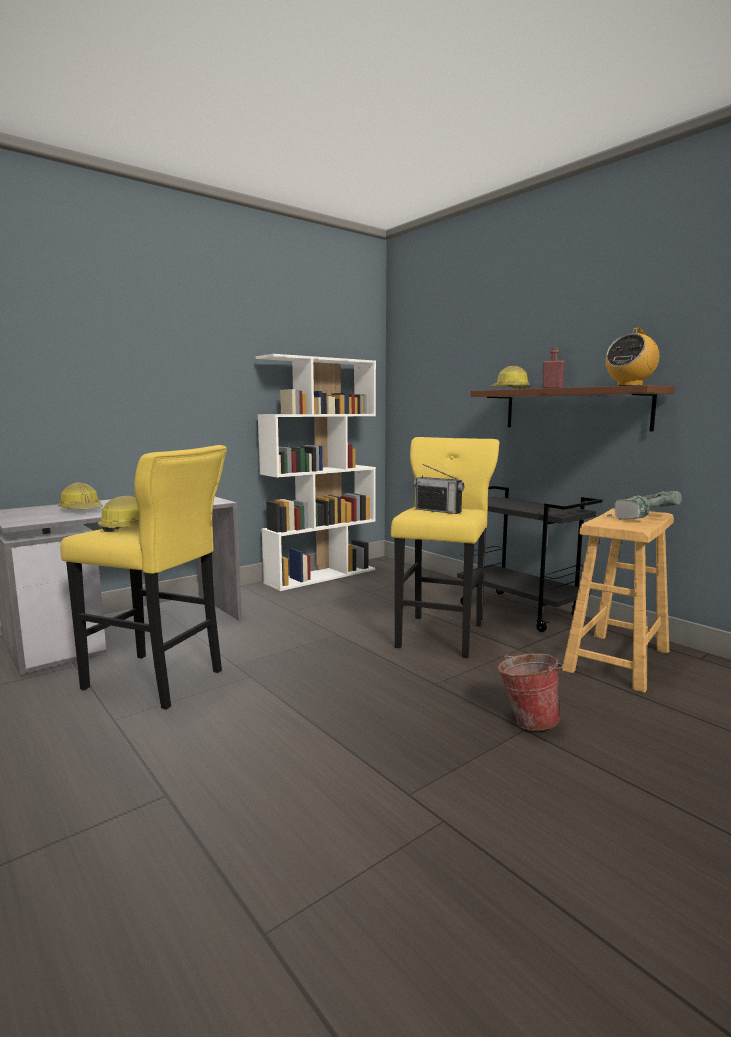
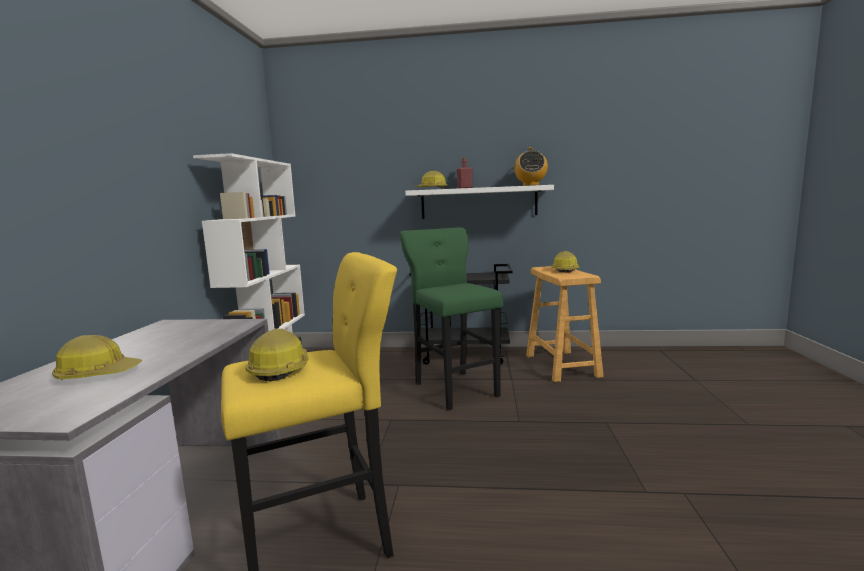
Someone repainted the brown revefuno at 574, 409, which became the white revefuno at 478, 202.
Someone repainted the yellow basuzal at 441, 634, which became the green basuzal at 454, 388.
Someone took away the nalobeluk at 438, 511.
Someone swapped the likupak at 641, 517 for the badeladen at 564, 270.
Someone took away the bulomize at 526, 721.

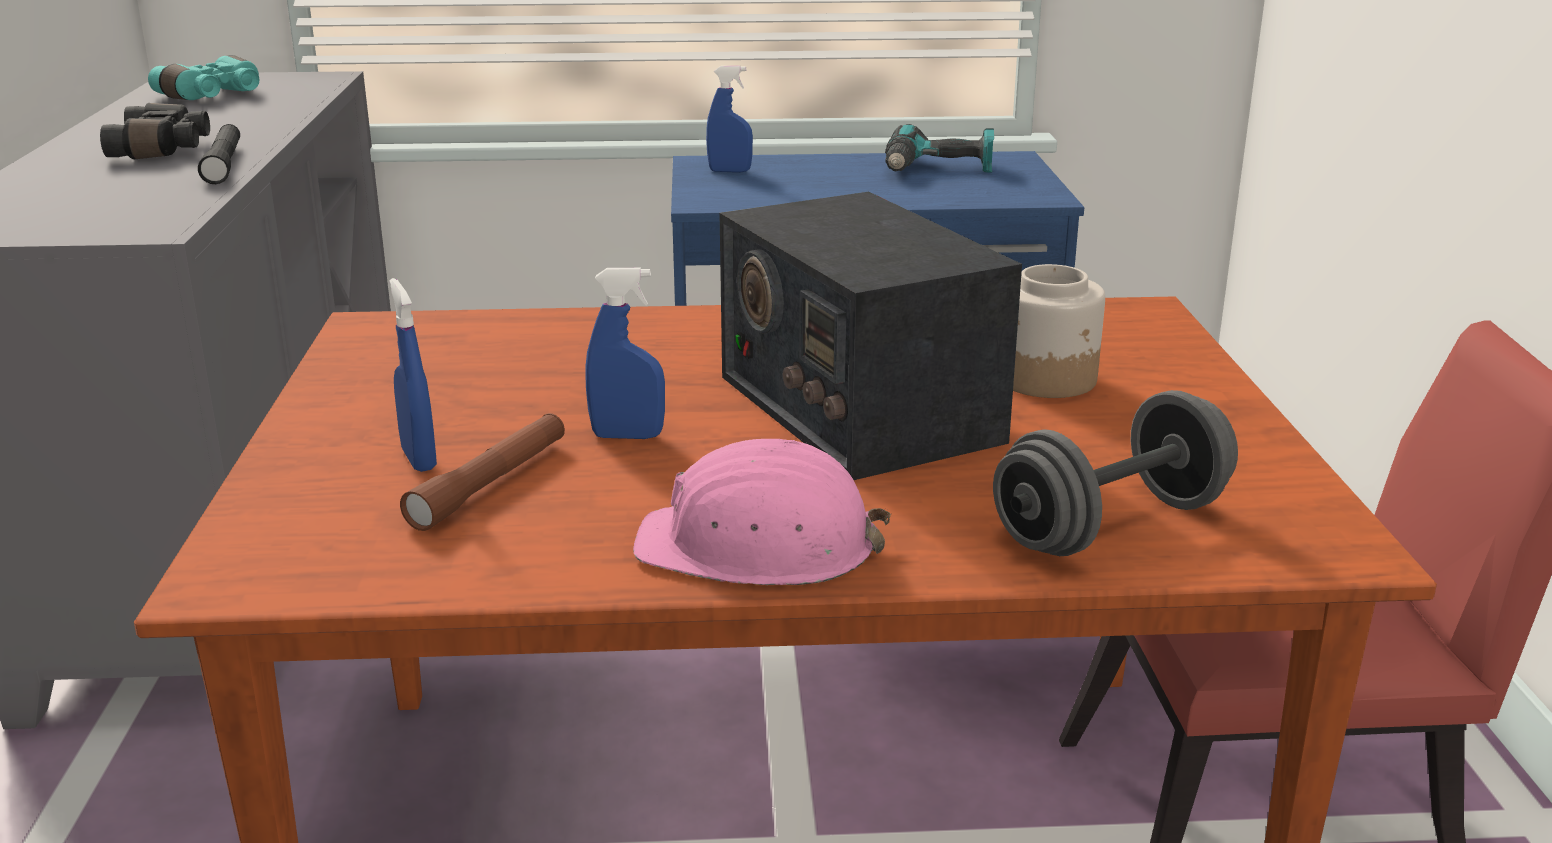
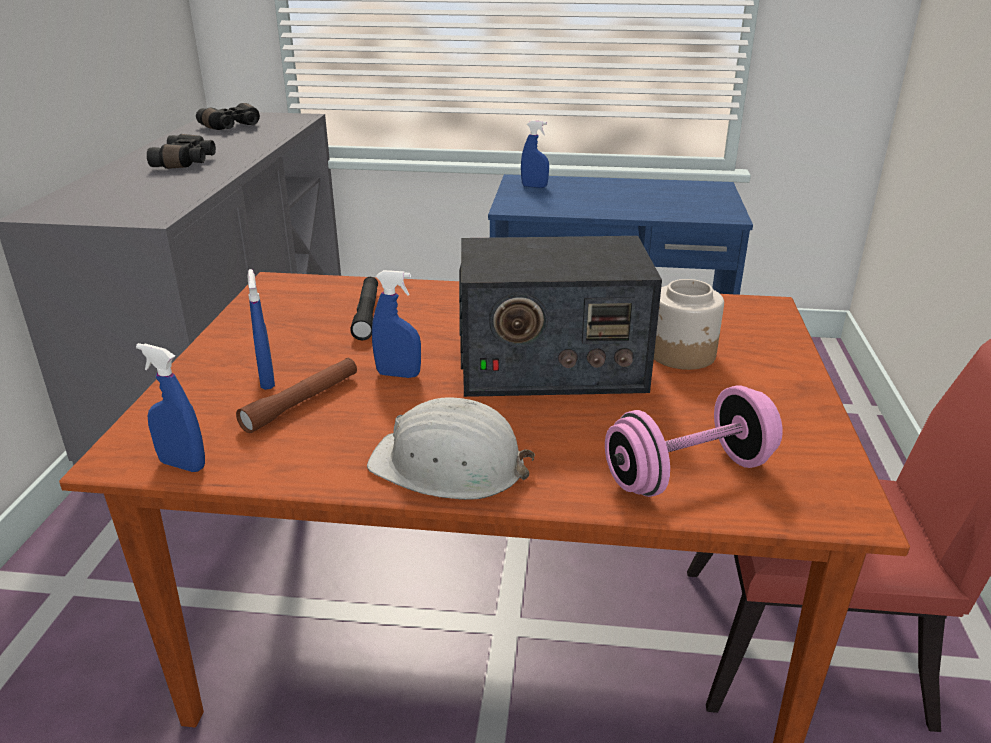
Someone repainted the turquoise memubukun at 214, 95, which became the black memubukun at 233, 127.
Someone carried the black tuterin from 224, 165 to 367, 315.
Someone took away the likupak at 938, 170.
Someone rotated the nalobeluk at 857, 408 by 75 degrees counterclockwise.
Someone repainted the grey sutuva at 1111, 525, which became the pink sutuva at 688, 473.
Someone repainted the pink badeladen at 758, 546, which became the white badeladen at 449, 466.
Someone put down the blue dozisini at 182, 465.

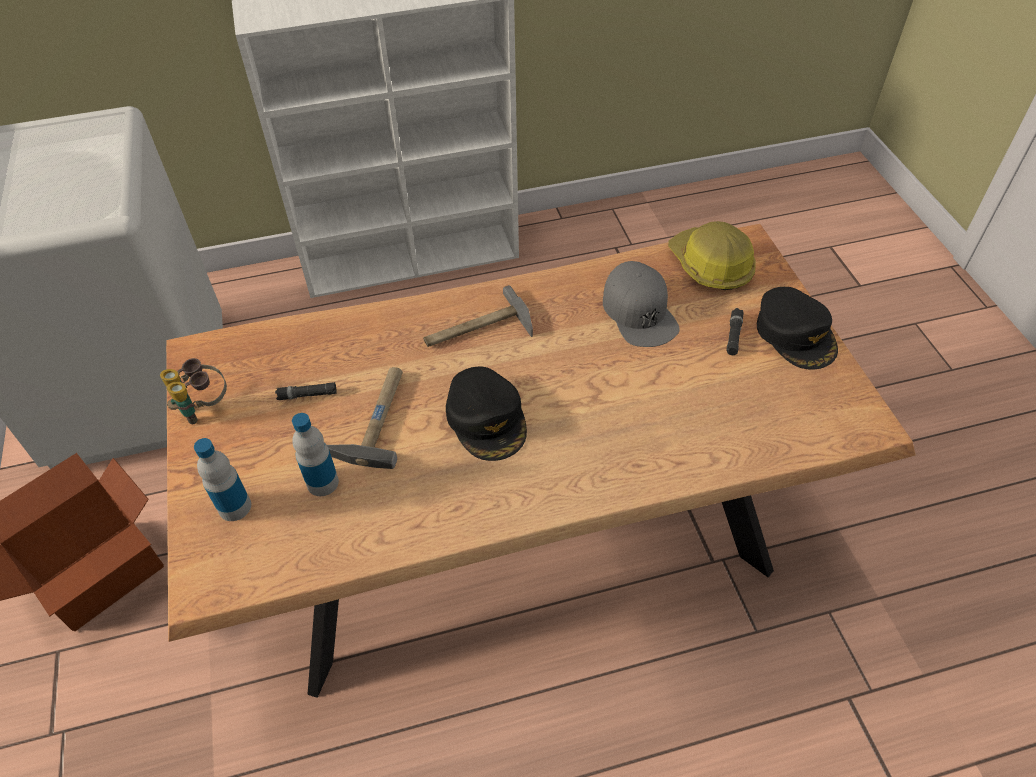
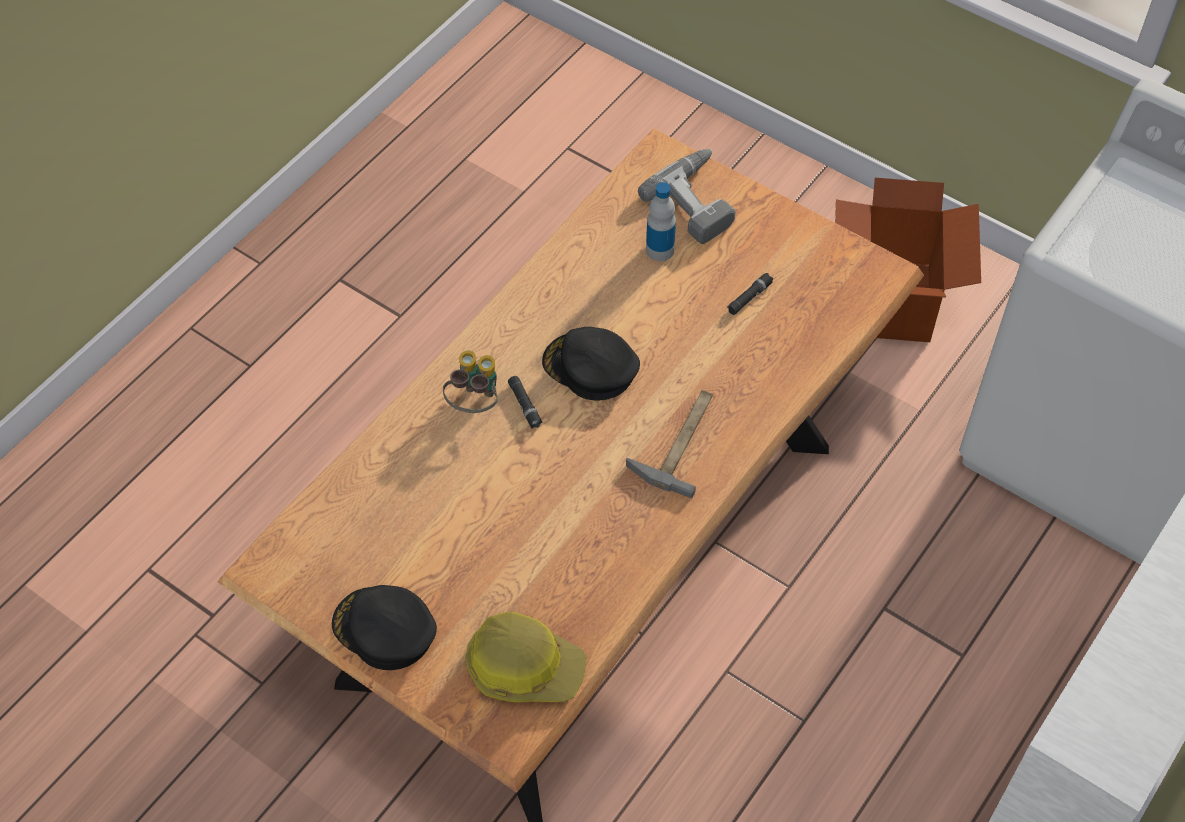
Someone took away the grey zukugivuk at 639, 312.
Someone carried the black tuterin from 733, 335 to 525, 405.
Someone carried the memubukun from 204, 408 to 475, 403.
Someone took away the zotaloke at 377, 418.
Someone swapped the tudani at 235, 507 for the likupak at 699, 201.

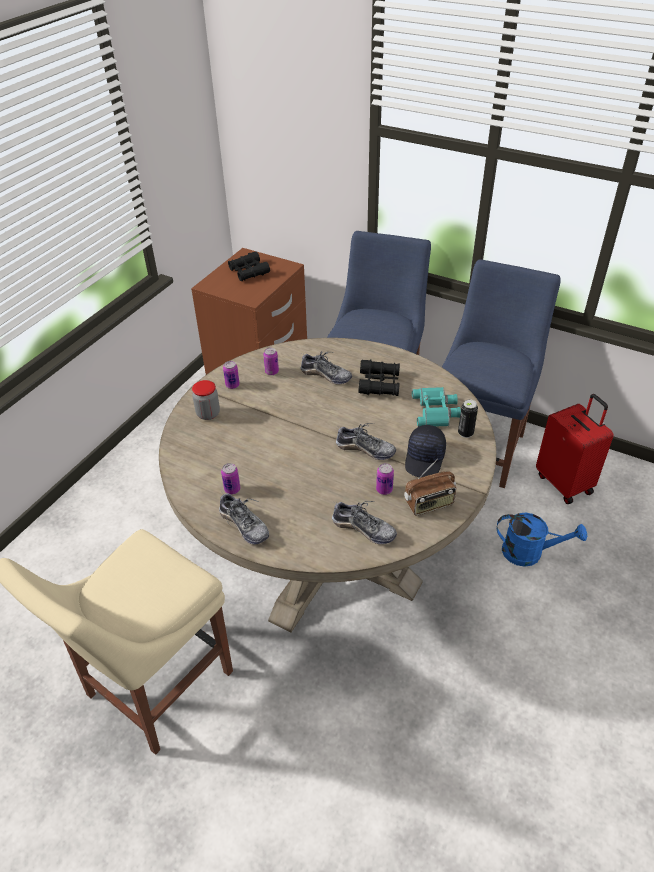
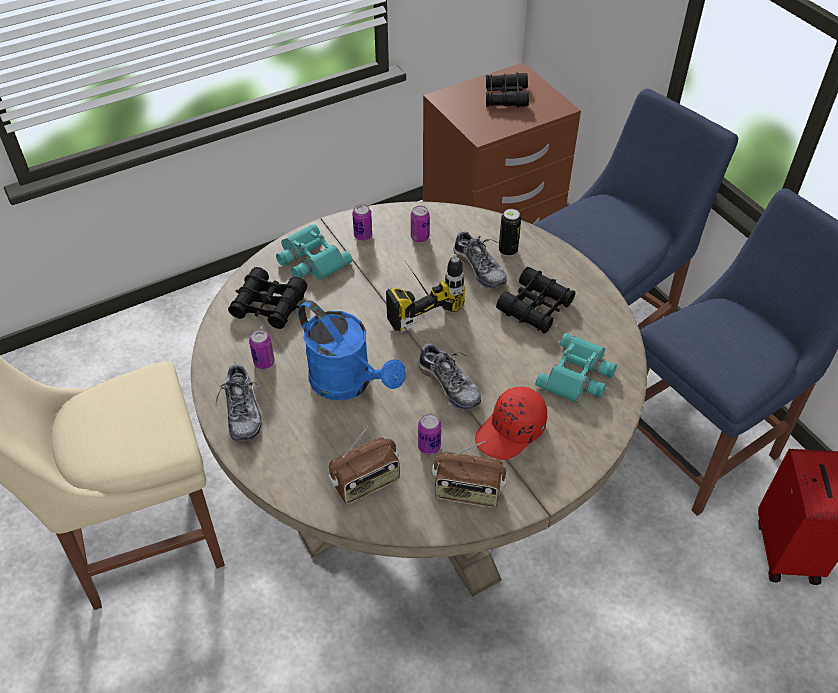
Someone swapped the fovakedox at 208, 414 for the turquoise memubukun at 310, 259.
Someone carried the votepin from 465, 433 to 508, 251.
Someone repainted the black zukugivuk at 425, 459, which became the red zukugivuk at 511, 432.
Someone swapped the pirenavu at 364, 529 for the nalobeluk at 366, 483.
Someone carried the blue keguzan from 529, 552 to 348, 383.
Someone put down the likupak at 415, 298.
Someone put down the black memubukun at 269, 305.

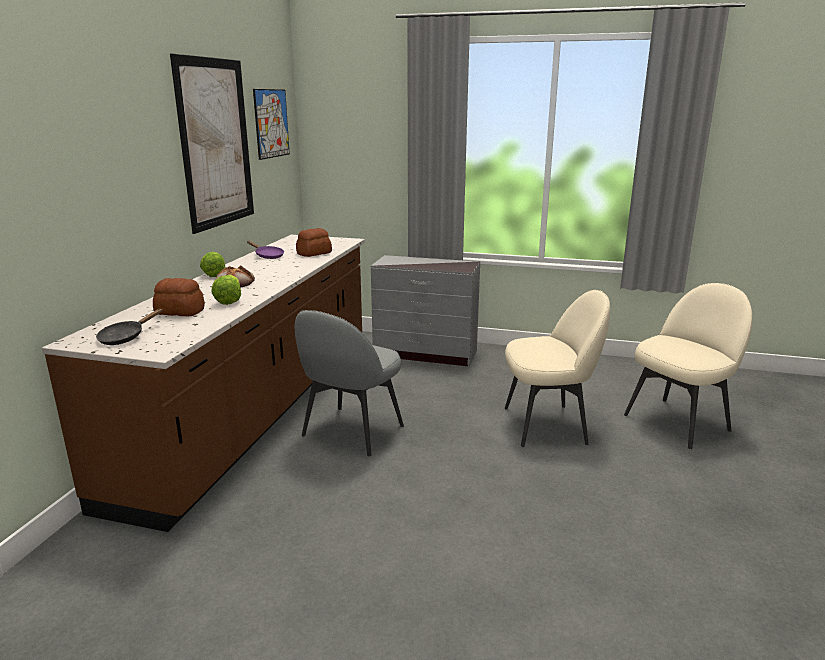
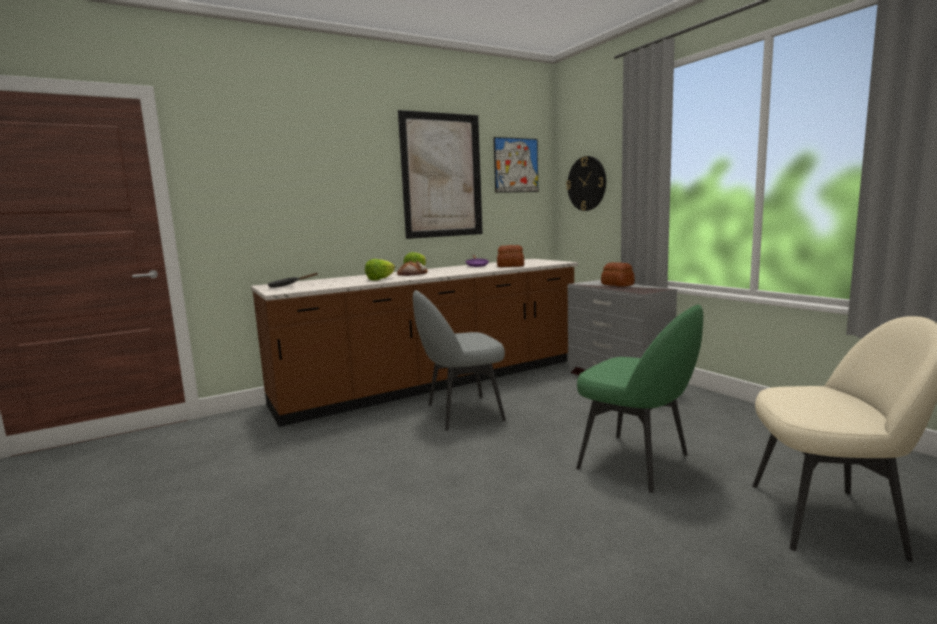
Someone carried the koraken from 180, 312 to 617, 285.
Someone repainted the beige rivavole at 547, 425, which became the green rivavole at 636, 462.
Someone put up the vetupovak at 586, 183.

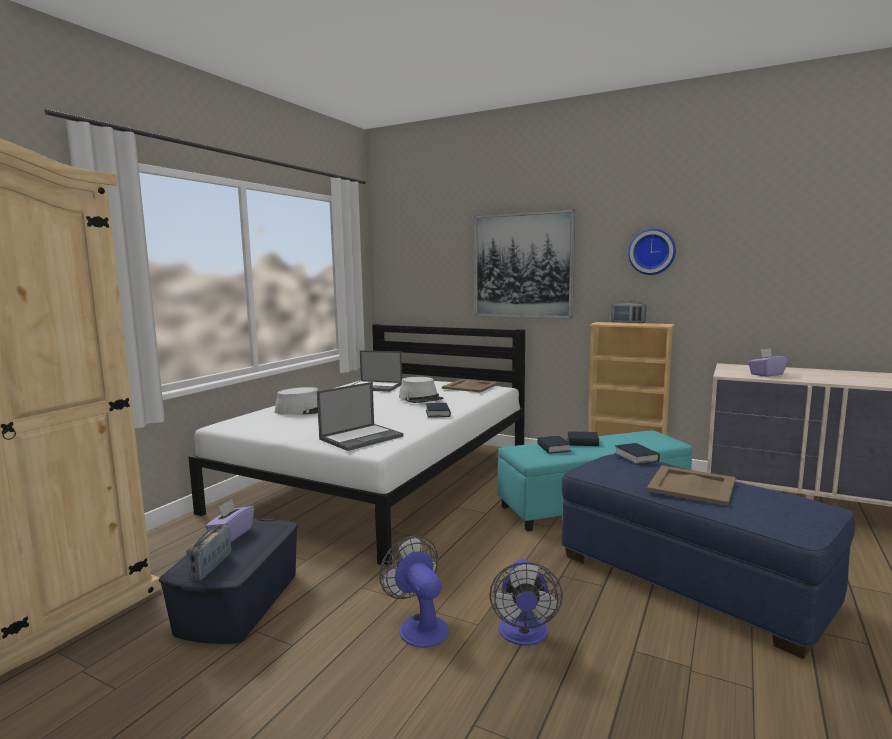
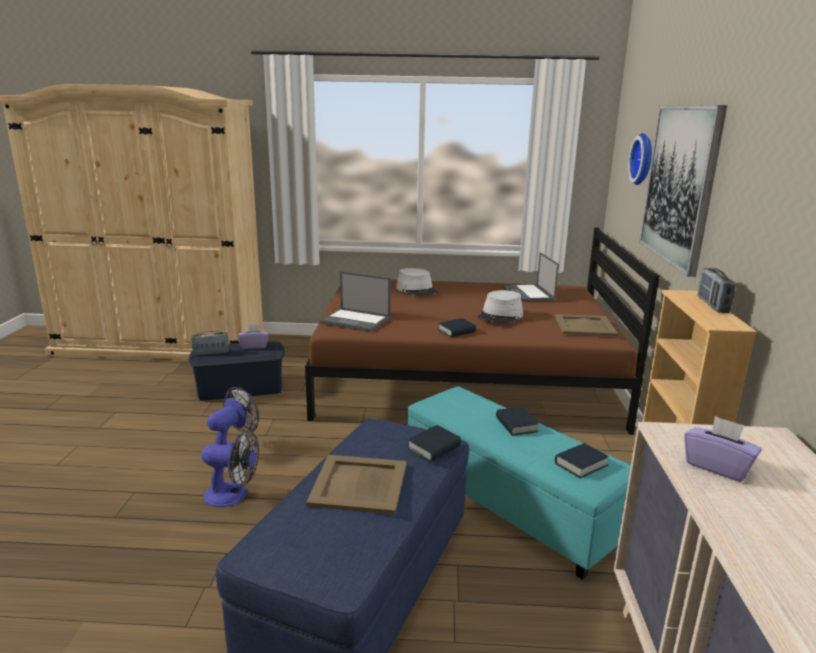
Someone carried the vetupovak from 652, 252 to 644, 159.
Someone repainted the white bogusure at 382, 478, which became the brown bogusure at 464, 379.
Someone carried the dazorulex from 553, 448 to 580, 464.
Someone rotated the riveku at 524, 635 by 150 degrees counterclockwise.

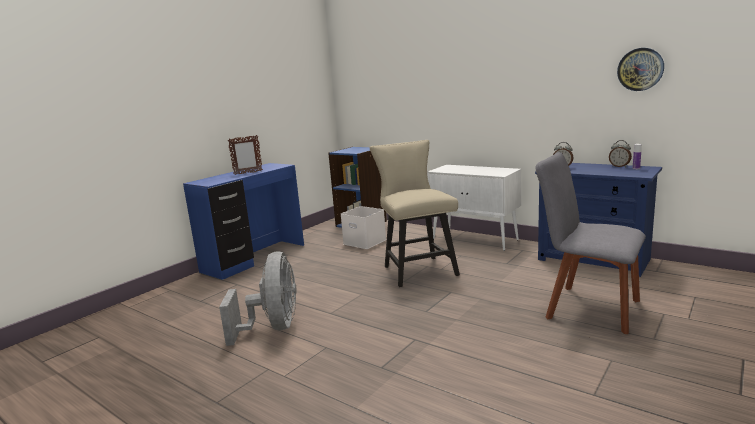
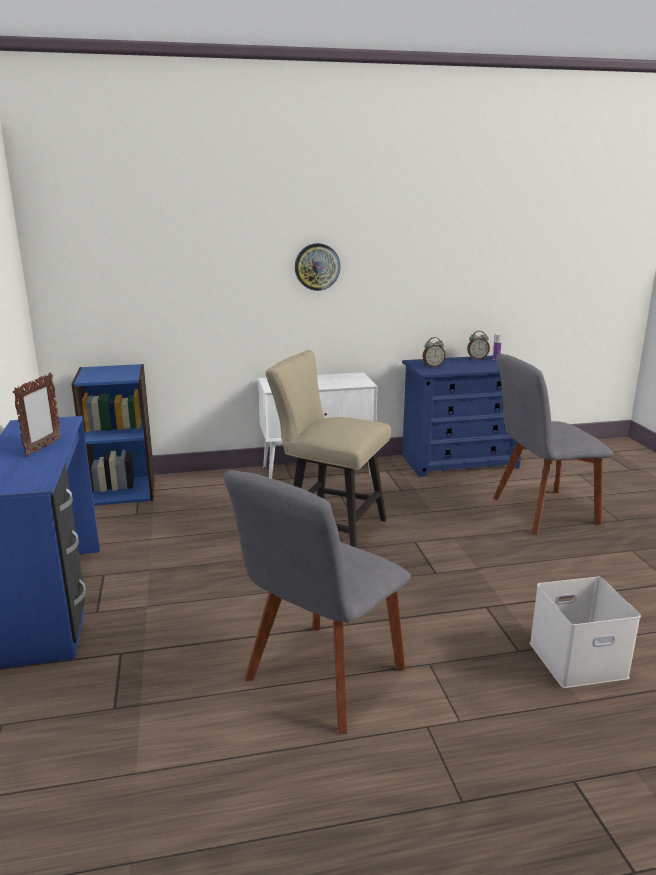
Someone carried the vetupovak from 640, 69 to 317, 267.
Someone carried the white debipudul from 365, 242 to 578, 658.
Someone swapped the grey riveku at 273, 328 for the grey rivavole at 321, 679.

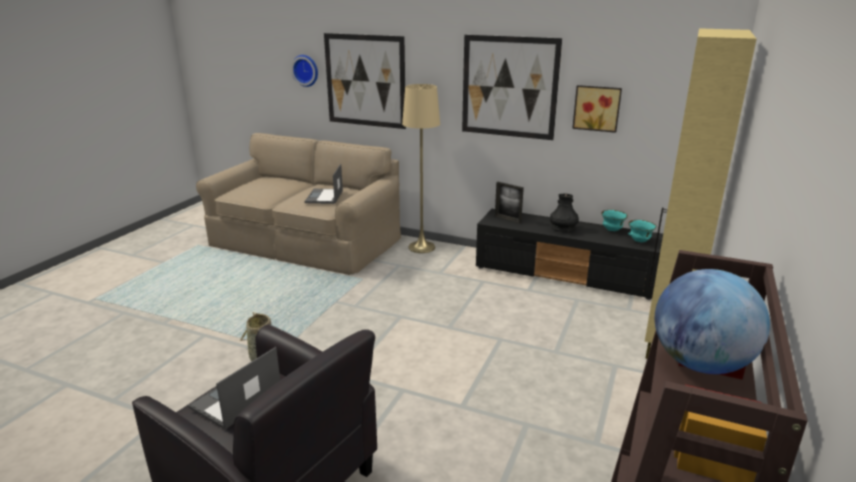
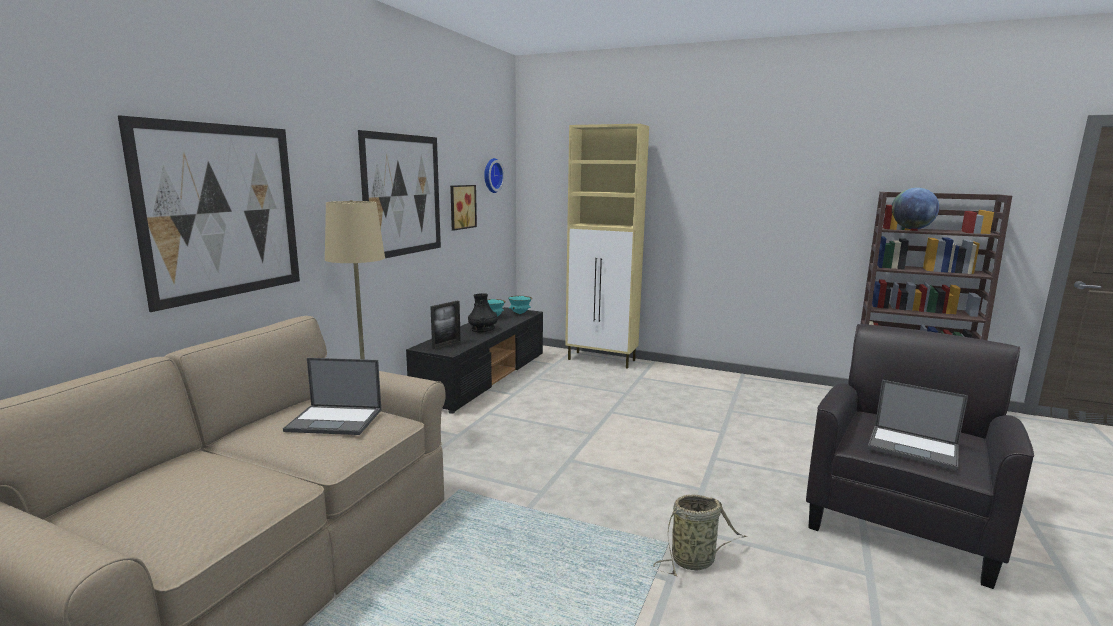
Someone carried the vetupovak from 306, 70 to 491, 175.

